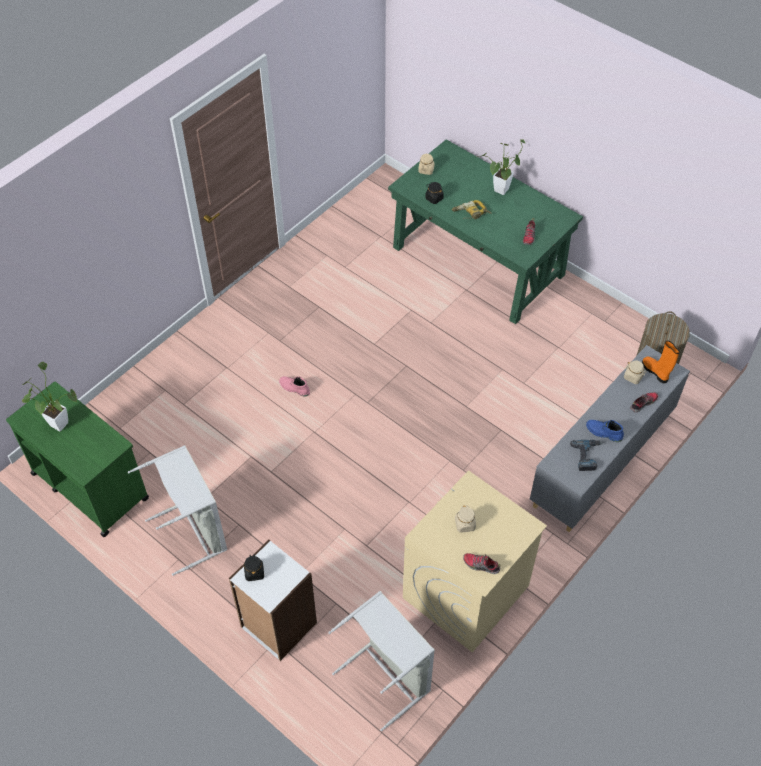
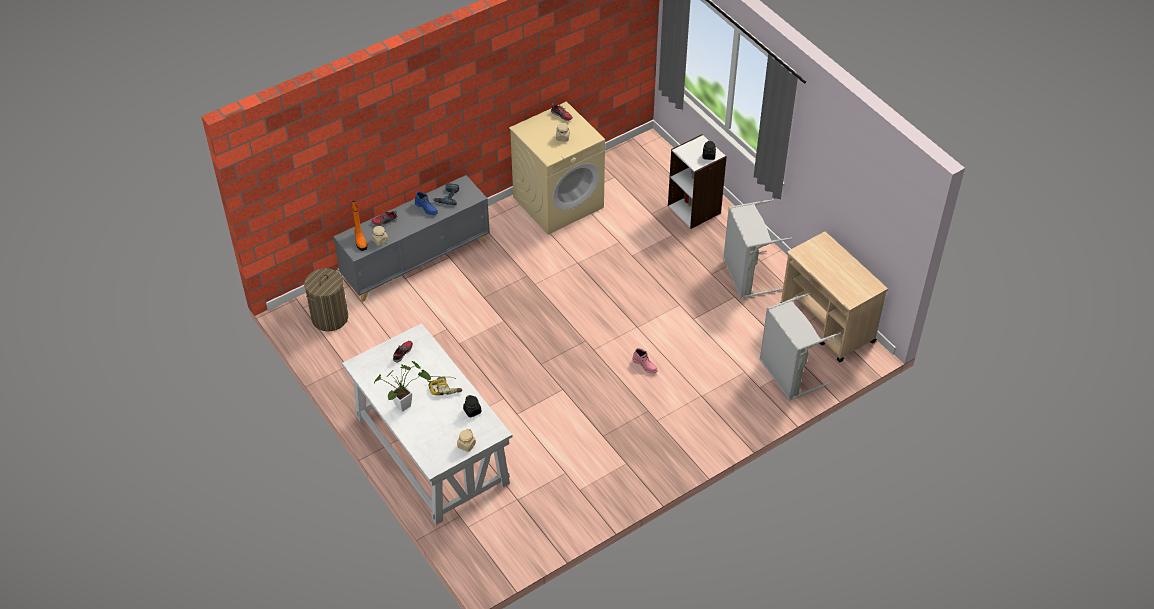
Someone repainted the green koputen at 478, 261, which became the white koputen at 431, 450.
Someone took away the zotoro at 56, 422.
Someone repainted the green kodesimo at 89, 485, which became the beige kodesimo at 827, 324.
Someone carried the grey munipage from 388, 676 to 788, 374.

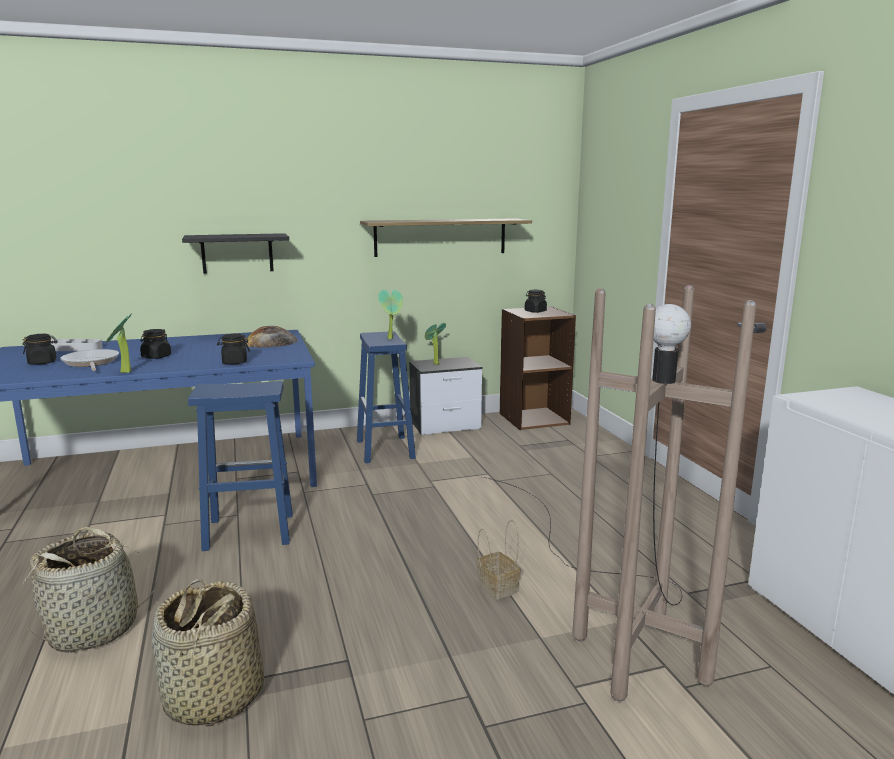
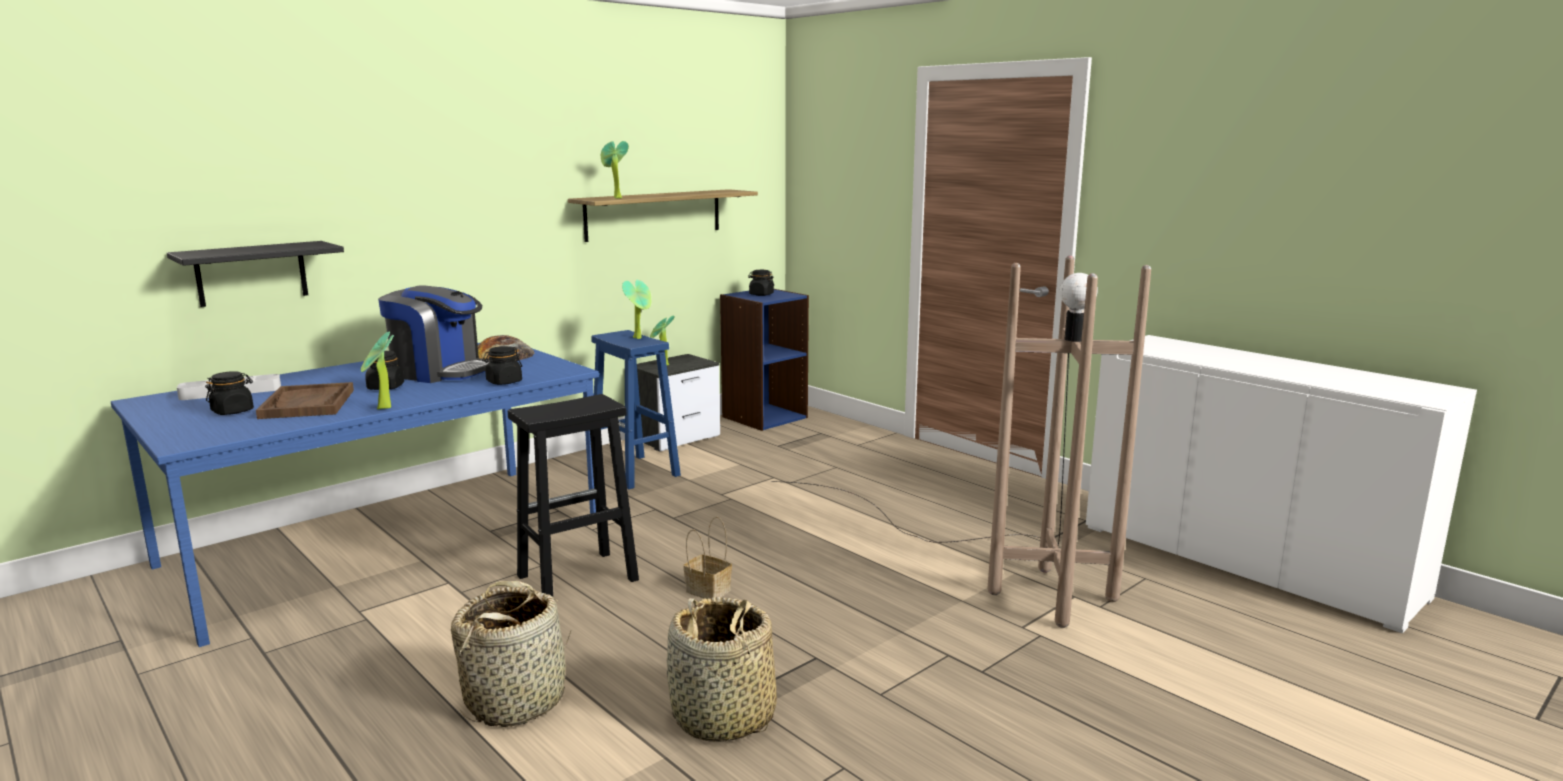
Someone carried the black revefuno from 237, 253 to 251, 273.
Someone repainted the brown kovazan at 533, 418, which became the blue kovazan at 764, 417.
Someone swapped the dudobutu at 91, 363 for the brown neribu at 308, 404.
Someone repainted the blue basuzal at 247, 532, which became the black basuzal at 576, 579.
Someone carried the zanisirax from 496, 587 to 706, 591.
Someone put down the zotoro at 615, 198.
Someone put down the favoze at 439, 372.

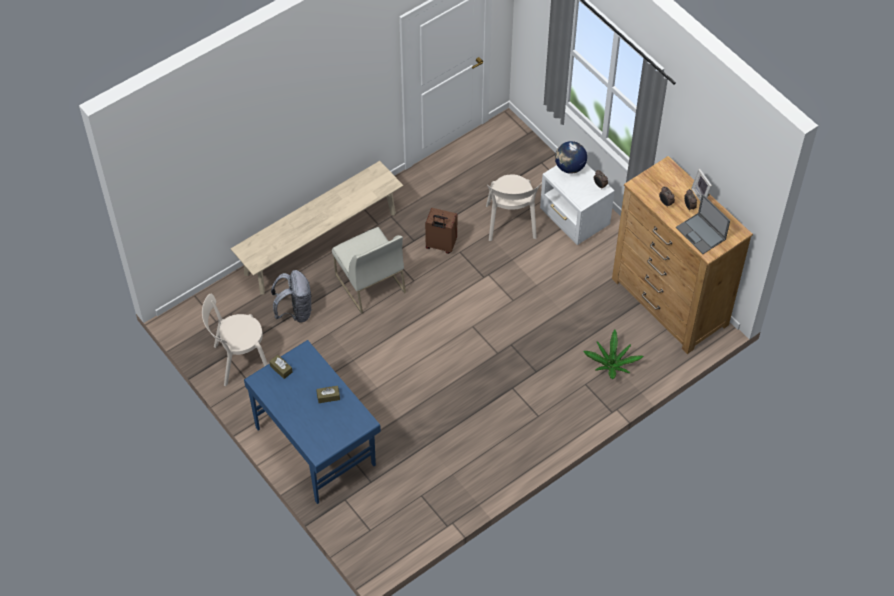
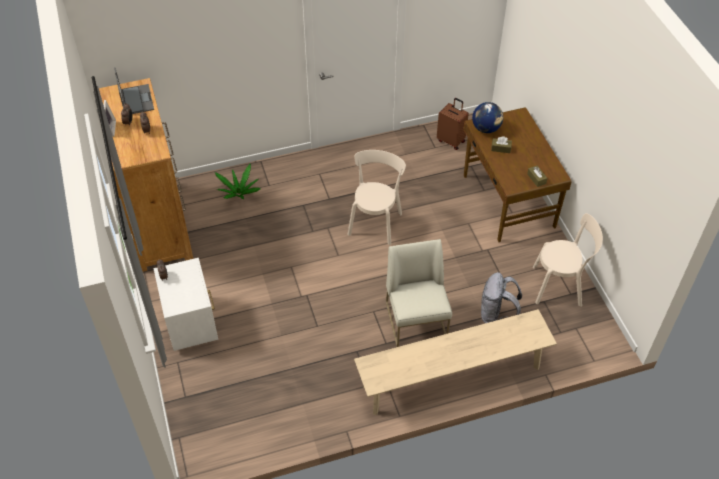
Someone carried the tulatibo from 569, 167 to 486, 128.
Someone carried the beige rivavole from 511, 224 to 375, 222.
Someone carried the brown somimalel from 440, 245 to 451, 140.
Someone repainted the blue koputen at 315, 445, which became the brown koputen at 507, 202.

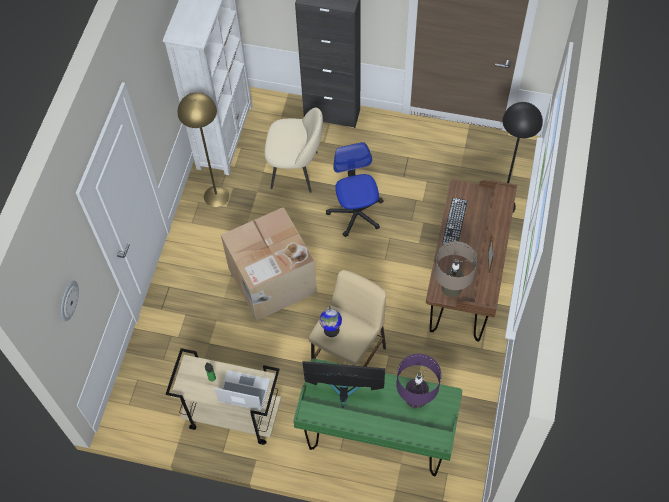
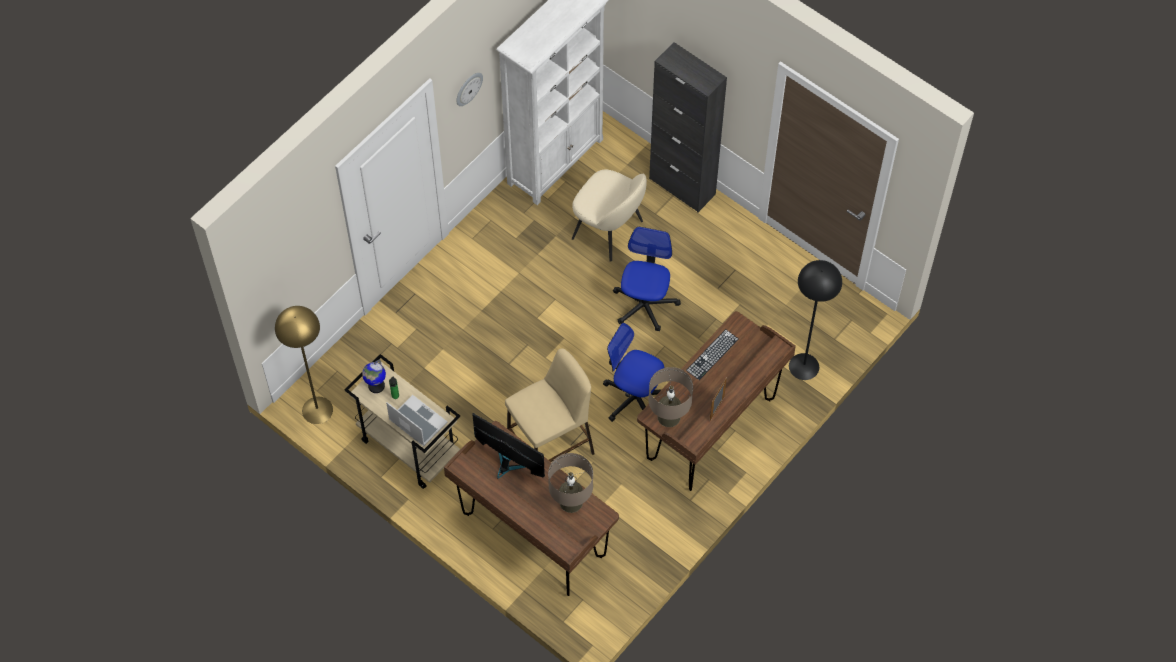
Someone carried the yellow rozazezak from 216, 196 to 317, 410.
Someone took away the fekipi at 271, 281.
Someone carried the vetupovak from 68, 300 to 468, 88.
Someone carried the tulatibo from 331, 330 to 376, 386.
Someone repainted the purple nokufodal at 416, 398, which became the beige nokufodal at 571, 502.
Someone repainted the green koputen at 377, 440, which became the brown koputen at 533, 536.
Someone put down the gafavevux at 634, 397.

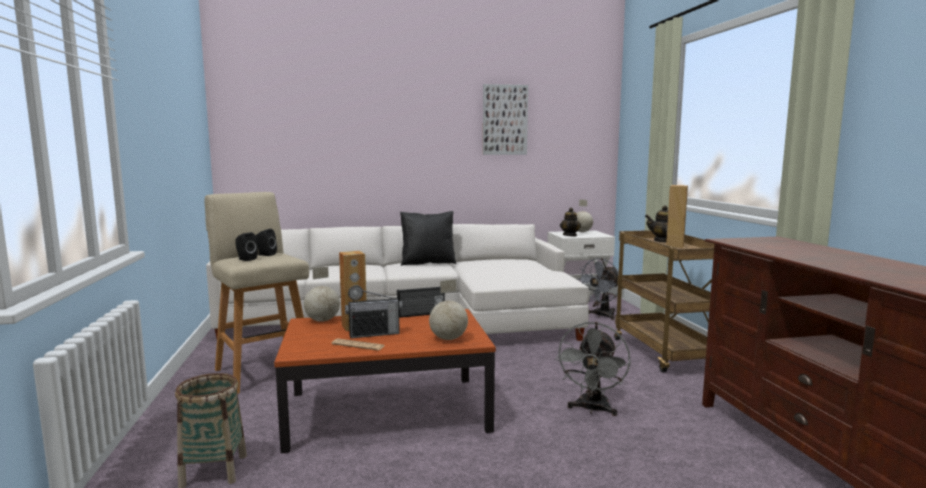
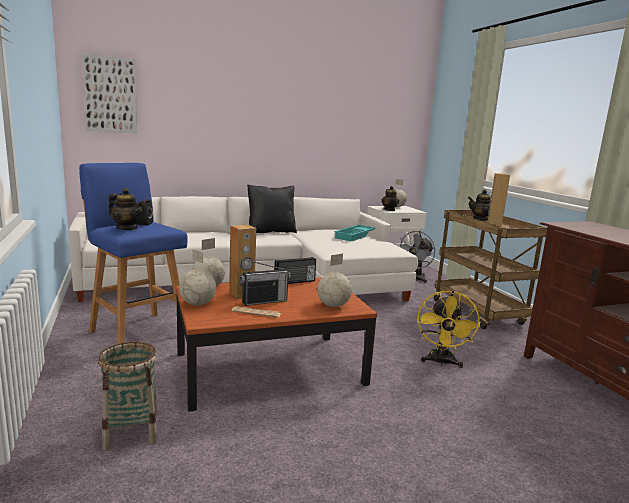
Someone carried the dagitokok from 505, 120 to 110, 95.
Someone repainted the beige basuzal at 263, 370, which became the blue basuzal at 137, 331.
Someone swapped the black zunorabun at 245, 259 for the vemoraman at 127, 228.
Someone repainted the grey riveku at 592, 409, which became the yellow riveku at 441, 362.
Someone put down the turquoise neribu at 355, 236.
Someone put down the tulatibo at 197, 304.

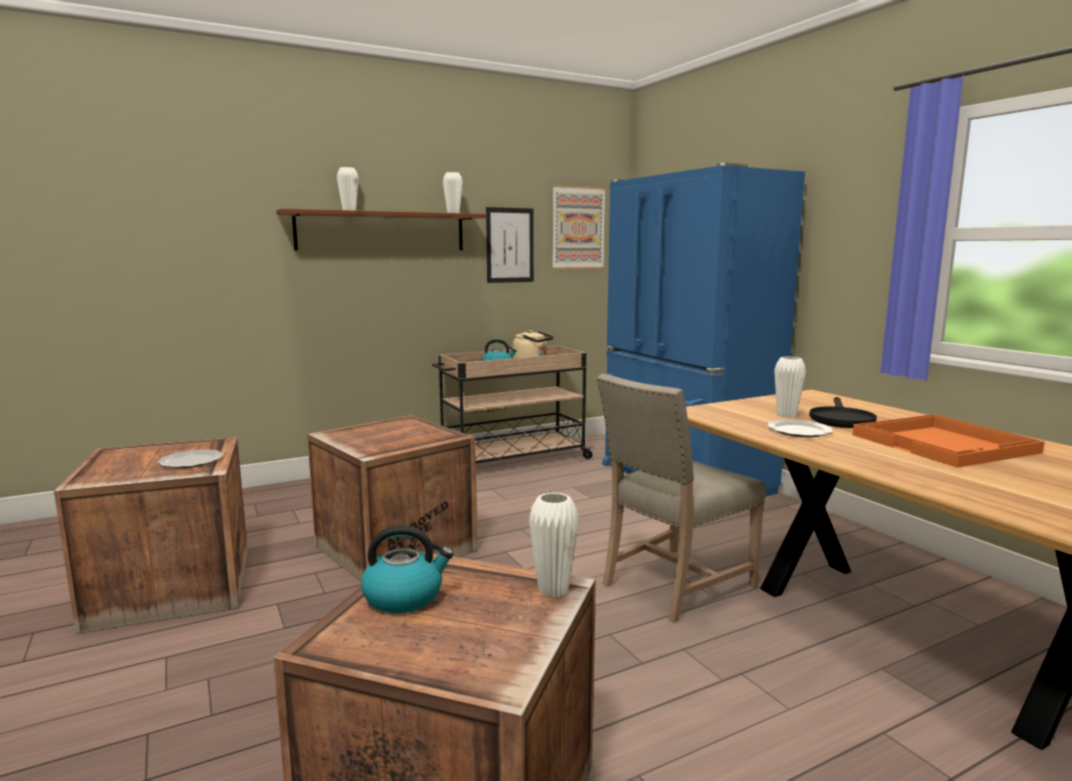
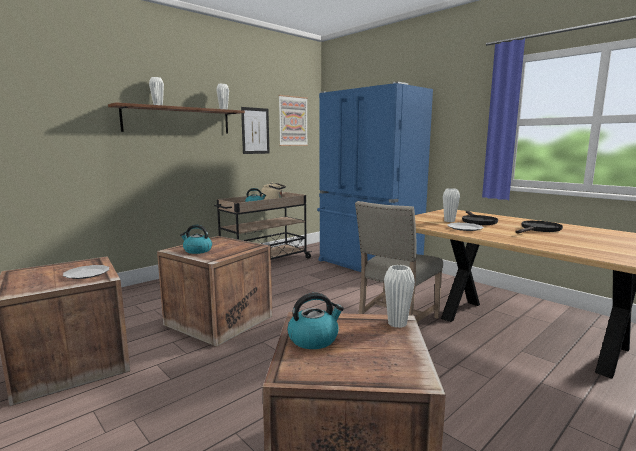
Someone swapped the orange neribu at 945, 443 for the black dudobutu at 538, 229.
Someone put down the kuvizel at 197, 250.

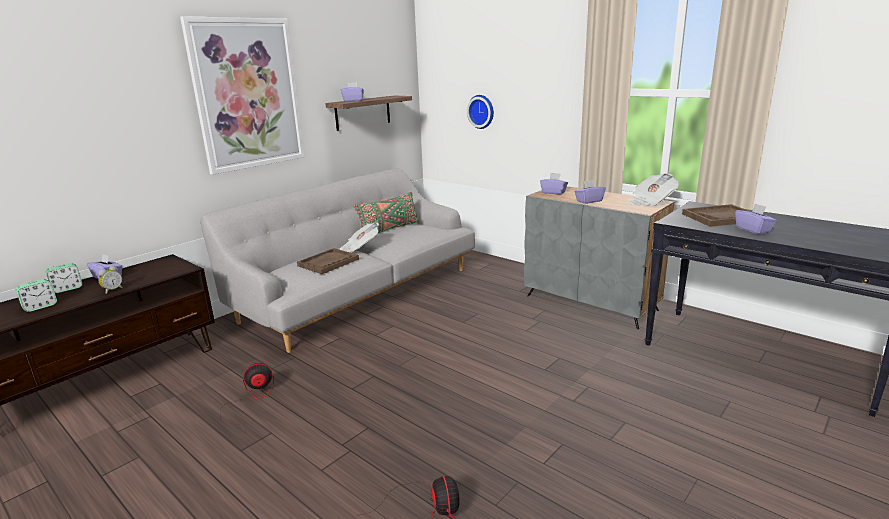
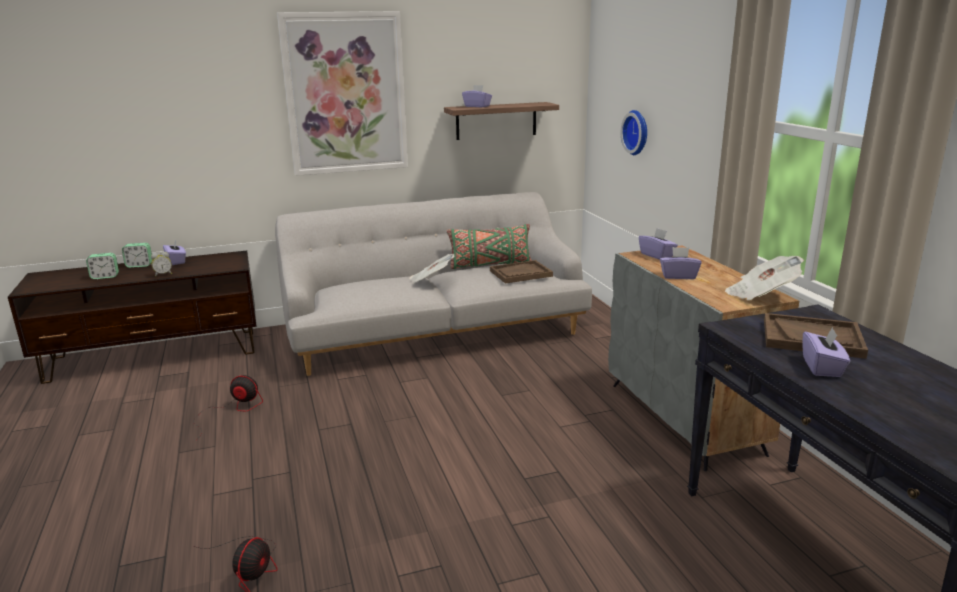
Someone carried the brown neribu from 328, 262 to 520, 273.

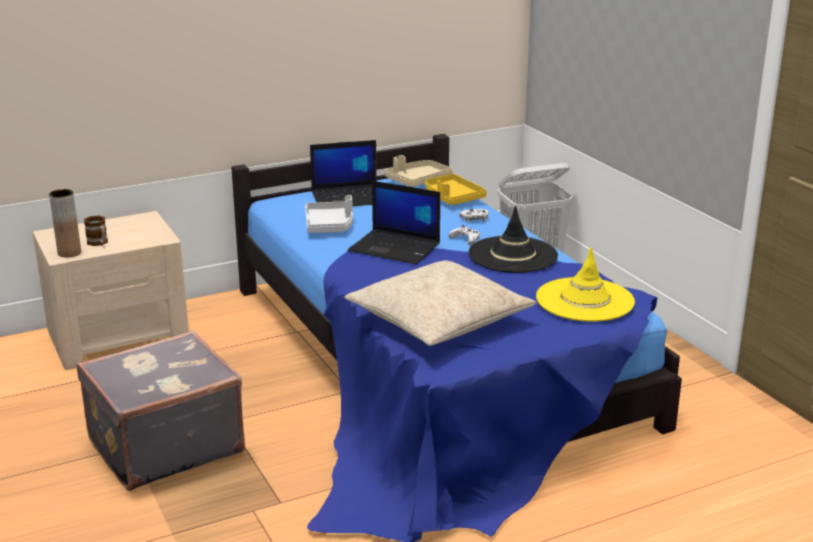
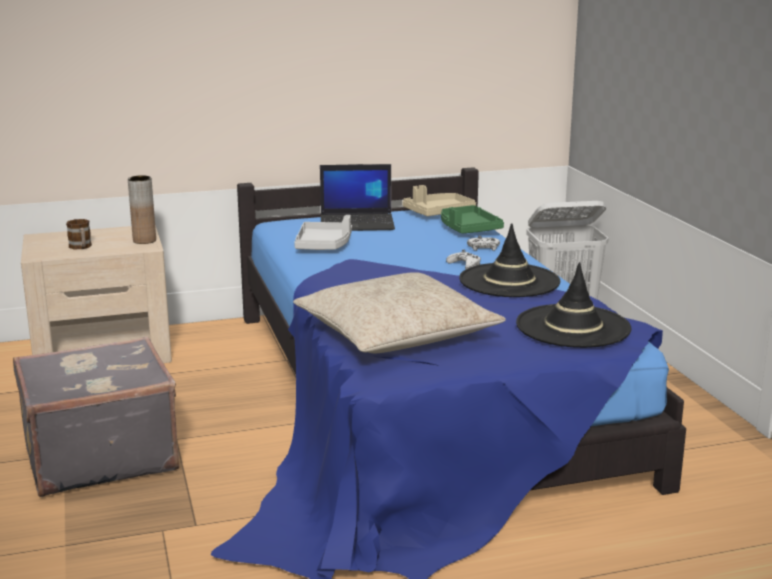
Someone repainted the yellow neribu at 452, 198, which became the green neribu at 467, 229.
Someone took away the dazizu at 396, 248.
Someone carried the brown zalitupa from 69, 253 to 144, 241.
Someone repainted the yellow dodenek at 585, 300, which became the black dodenek at 573, 327.

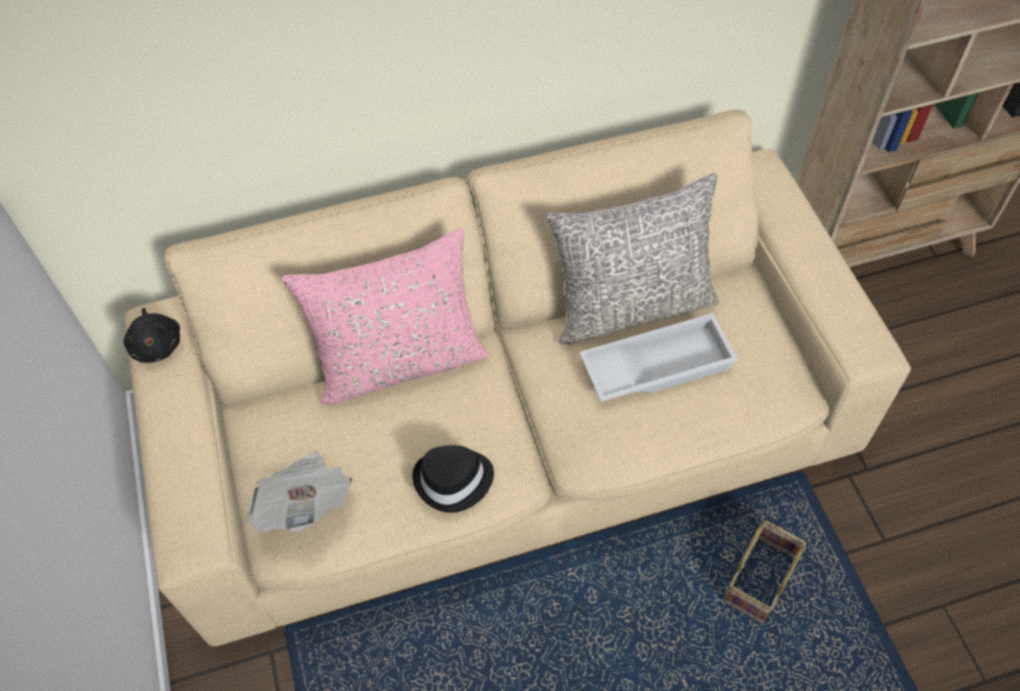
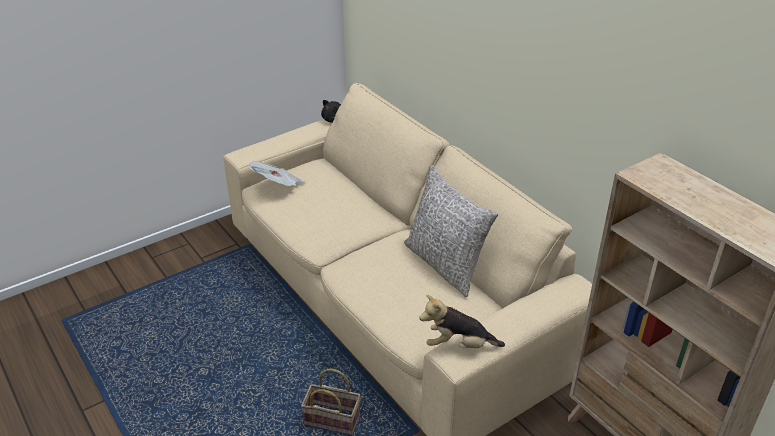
Someone took away the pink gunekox at 400, 362.
Someone took away the white neribu at 657, 364.
Someone took away the black dodenek at 453, 481.
Someone put down the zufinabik at 458, 345.

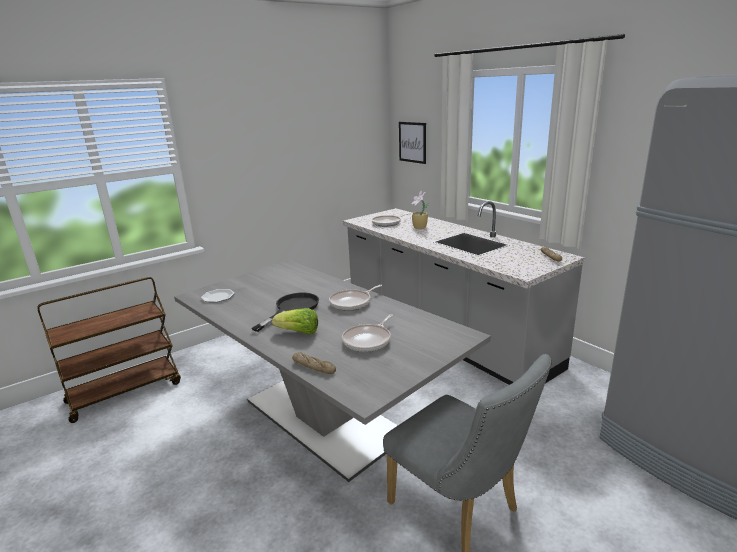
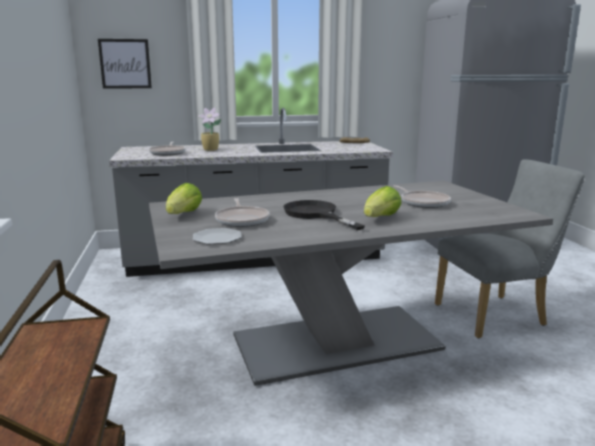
Someone carried the dudobutu from 352, 302 to 242, 220.
Someone took away the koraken at 314, 367.
Someone put down the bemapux at 184, 214.

